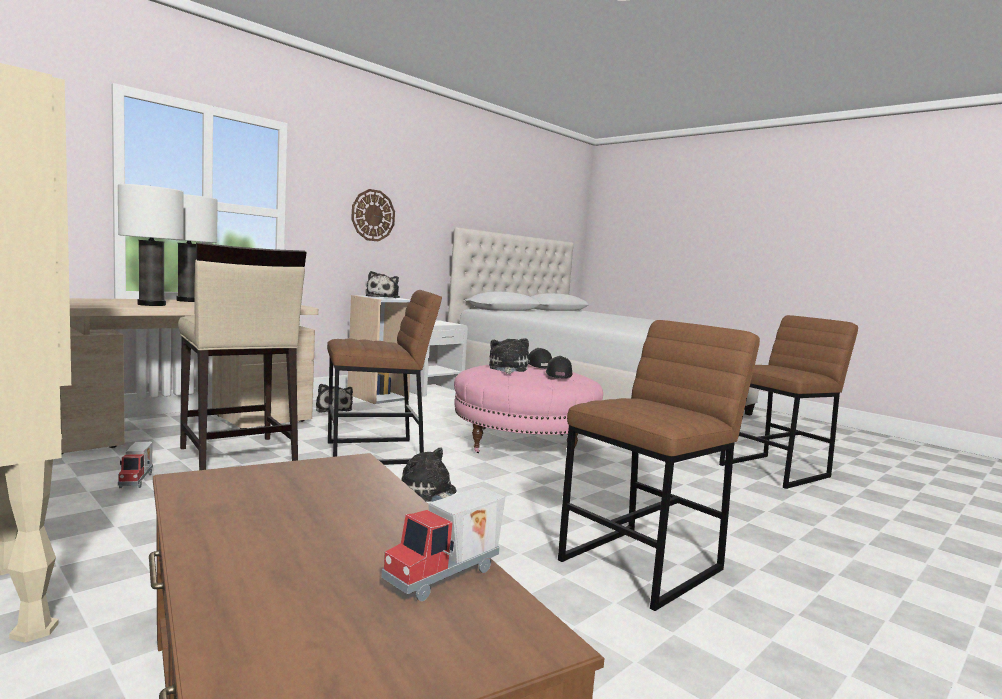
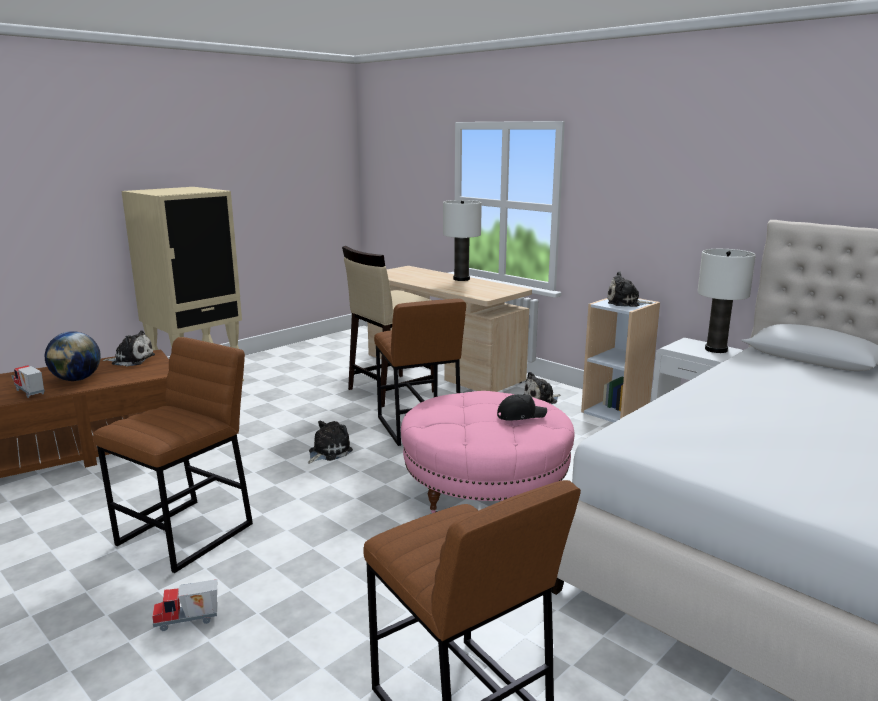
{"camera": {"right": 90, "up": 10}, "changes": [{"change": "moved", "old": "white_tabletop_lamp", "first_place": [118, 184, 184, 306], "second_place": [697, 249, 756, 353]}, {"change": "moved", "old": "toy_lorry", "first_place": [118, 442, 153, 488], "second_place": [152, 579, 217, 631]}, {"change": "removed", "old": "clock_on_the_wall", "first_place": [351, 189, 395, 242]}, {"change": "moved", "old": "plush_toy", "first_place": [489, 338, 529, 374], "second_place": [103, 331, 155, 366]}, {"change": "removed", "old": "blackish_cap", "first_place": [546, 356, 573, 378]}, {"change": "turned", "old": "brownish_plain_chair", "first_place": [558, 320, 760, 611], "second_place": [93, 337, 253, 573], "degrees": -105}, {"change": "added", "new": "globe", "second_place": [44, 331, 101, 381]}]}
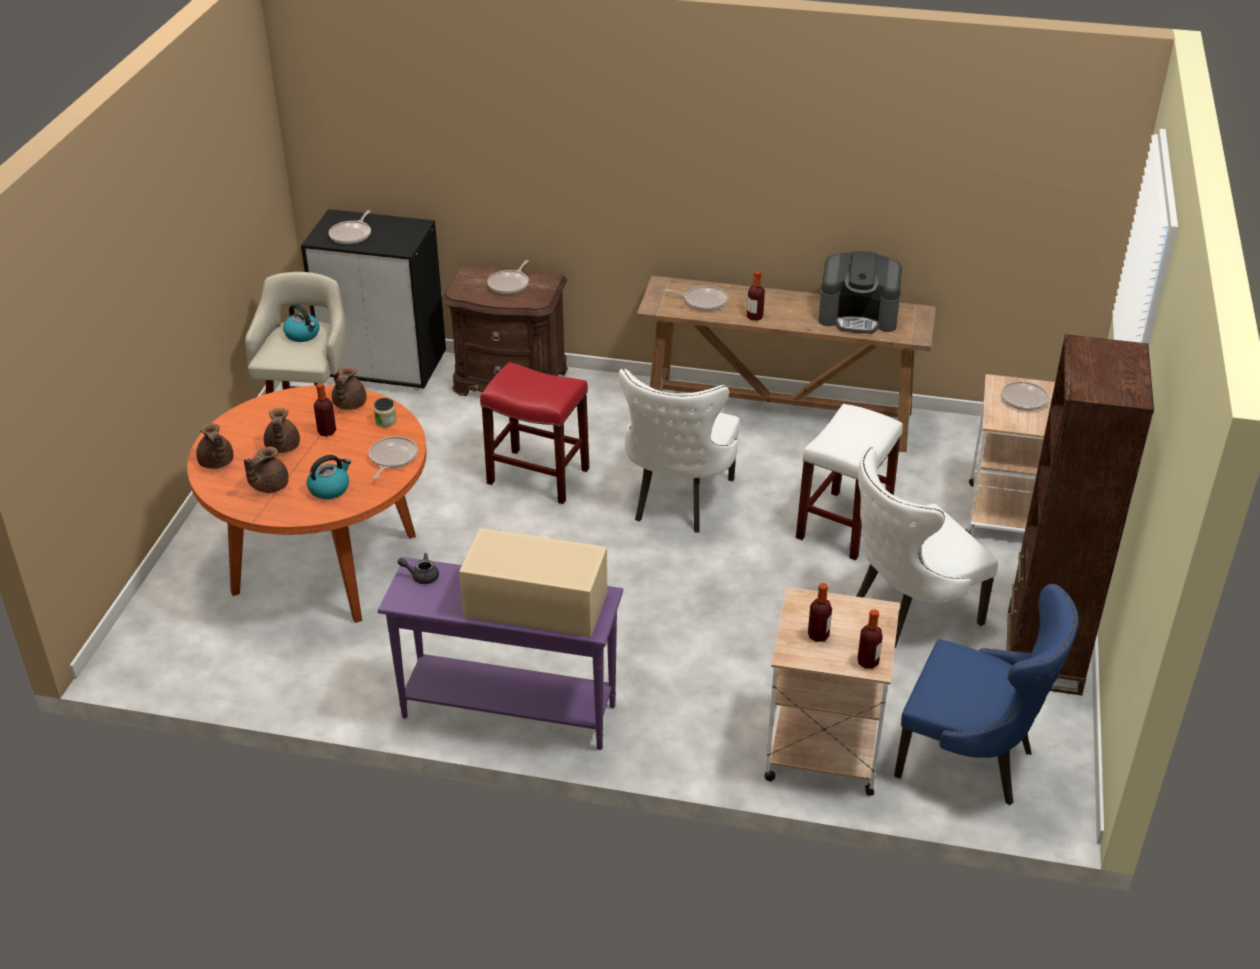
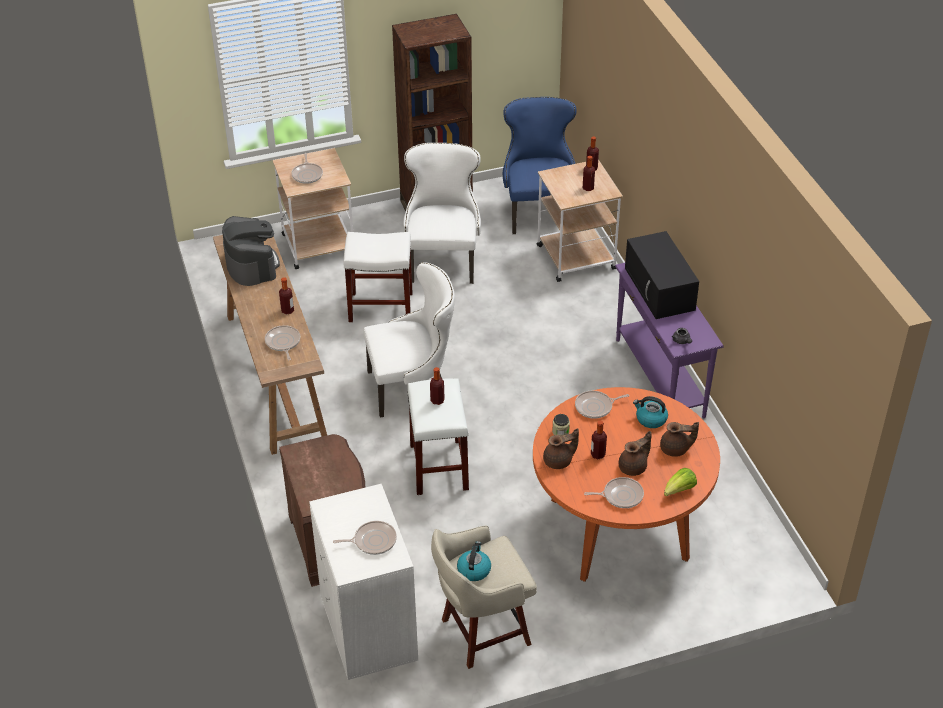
{"camera": {"right": -120, "up": 5}, "changes": [{"change": "replaced", "old": "brownish_teapot", "new": "lettuce_head", "first_place": [196, 423, 234, 469], "second_place": [664, 468, 697, 496]}, {"change": "recoloured", "old": "blackish_cupboard", "new": "white_cupboard", "first_place": [301, 209, 446, 390], "second_place": [309, 484, 418, 680]}, {"change": "recoloured", "old": "beige_microwave_oven", "new": "blackish_microwave_oven", "first_place": [459, 528, 607, 638], "second_place": [625, 231, 699, 319]}, {"change": "recoloured", "old": "red_stool_seat", "new": "white_stool_seat", "first_place": [480, 362, 589, 504], "second_place": [407, 378, 469, 495]}, {"change": "moved", "old": "frying_pan", "first_place": [487, 260, 529, 294], "second_place": [584, 477, 644, 508]}, {"change": "turned", "old": "white_plain_chair", "first_place": [856, 447, 998, 648], "second_place": [403, 143, 481, 284], "degrees": -120}, {"change": "added", "new": "bottle", "second_place": [430, 367, 444, 405]}]}
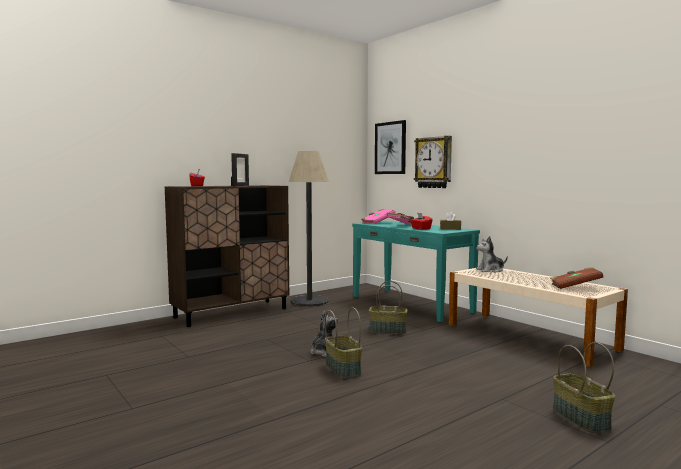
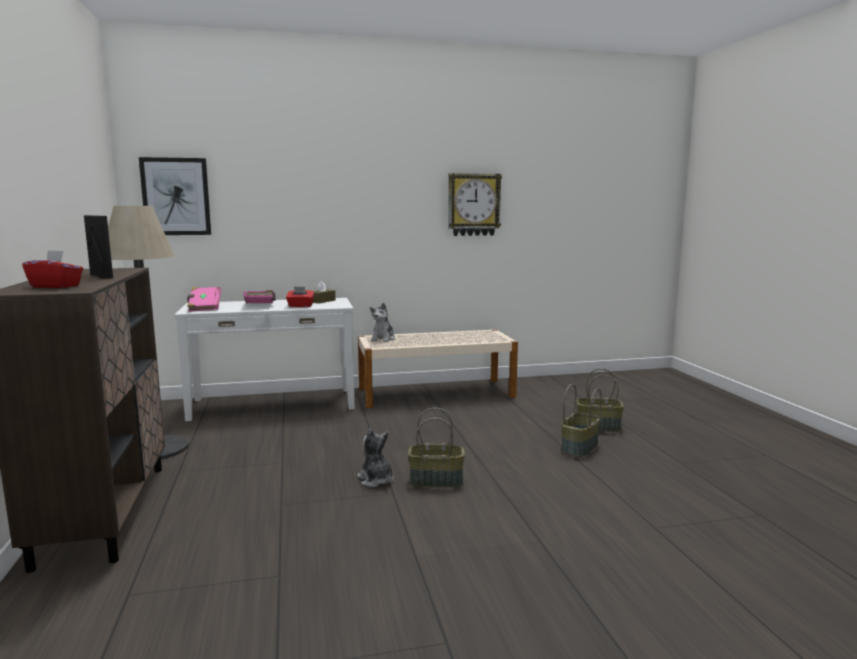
{"camera": {"right": -65, "up": 5}, "changes": [{"change": "recoloured", "old": "blue-green_narrow_table", "new": "white_narrow_table", "first_place": [352, 221, 480, 322], "second_place": [175, 298, 355, 421]}, {"change": "moved", "old": "storage_basket", "first_place": [369, 281, 407, 334], "second_place": [561, 384, 602, 457]}, {"change": "moved", "old": "clock_on_the_wall", "first_place": [414, 136, 452, 188], "second_place": [448, 173, 502, 236]}, {"change": "removed", "old": "brownish_book", "first_place": [550, 267, 603, 289]}]}
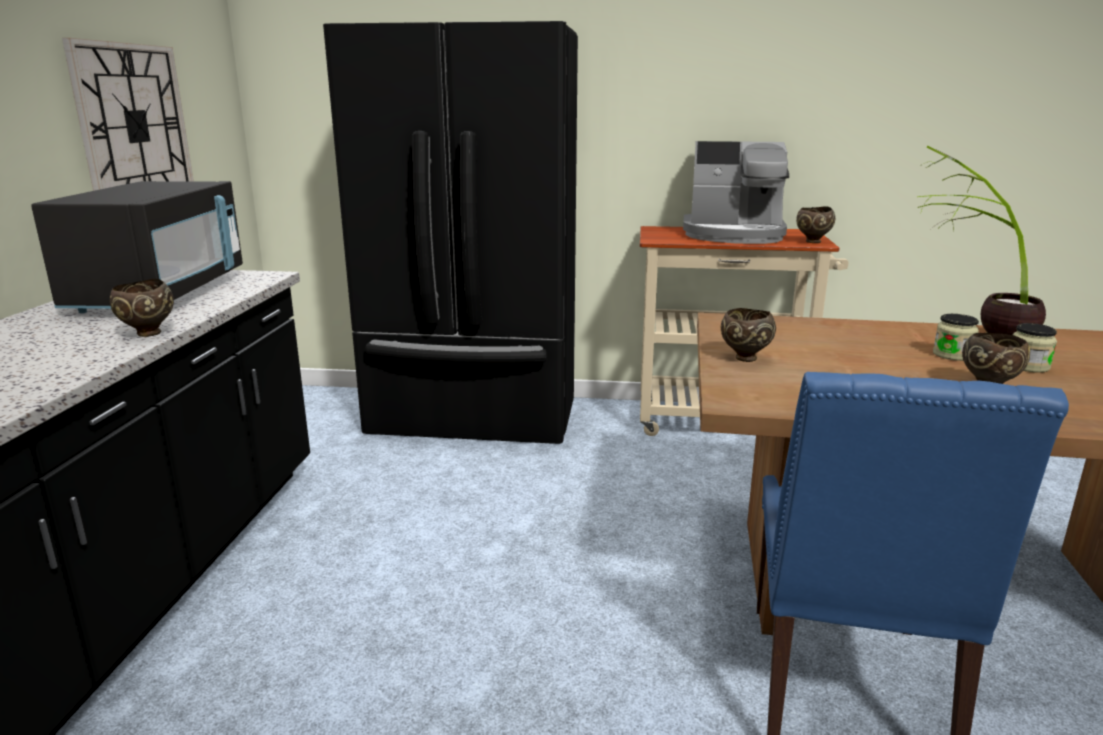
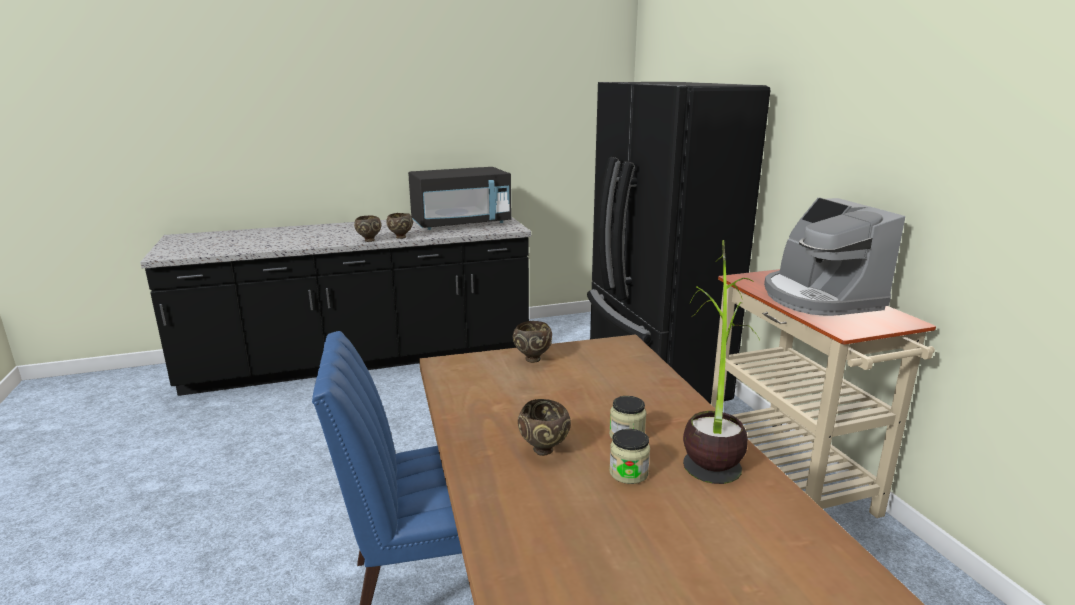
{"camera": {"right": 65, "up": 0}, "changes": [{"change": "removed", "old": "clock_on_the_wall", "first_place": [62, 38, 194, 191]}, {"change": "moved", "old": "brownish_deep_dish", "first_place": [796, 206, 835, 243], "second_place": [354, 215, 381, 242]}]}
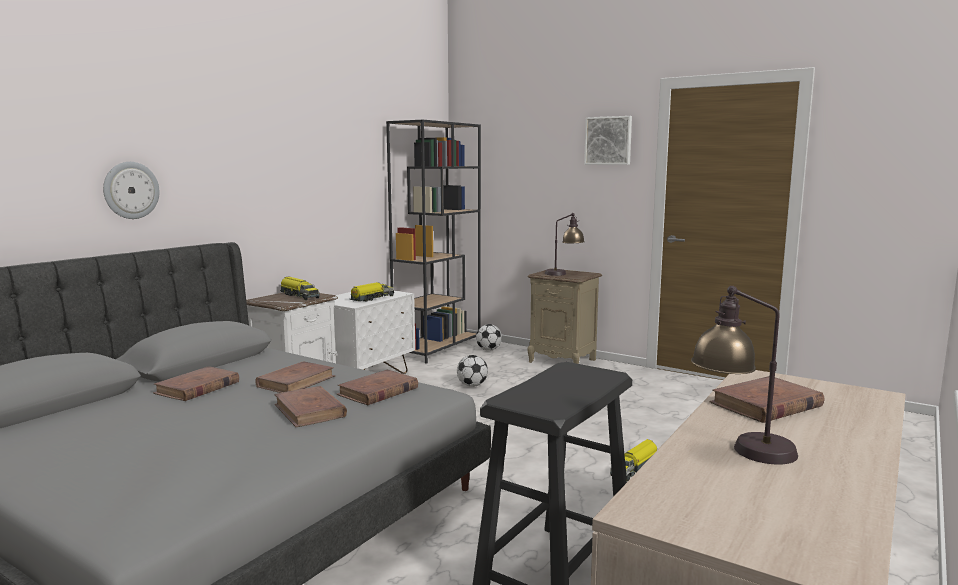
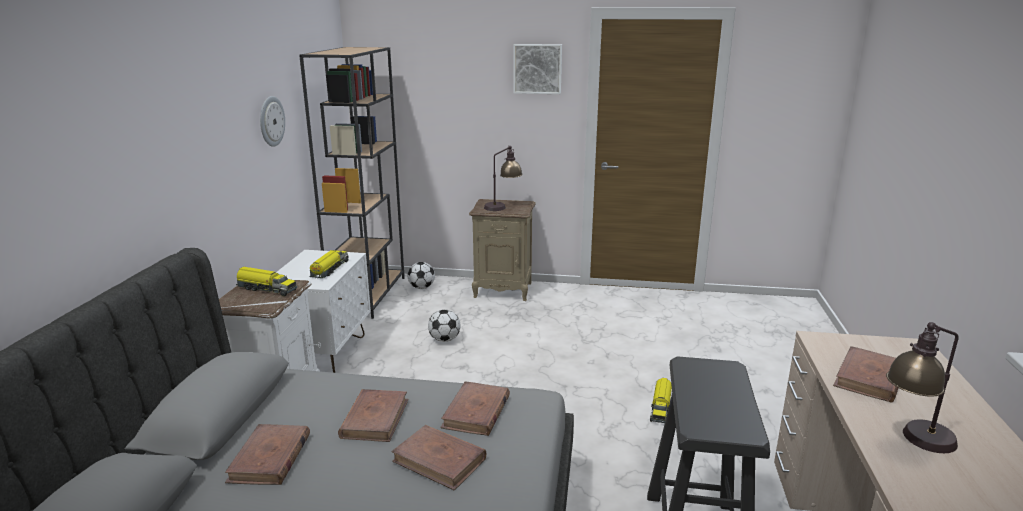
{"camera": {"right": -25, "up": 10}, "changes": [{"change": "moved", "old": "clock_on_the_wall", "first_place": [103, 162, 160, 219], "second_place": [260, 96, 285, 147]}]}
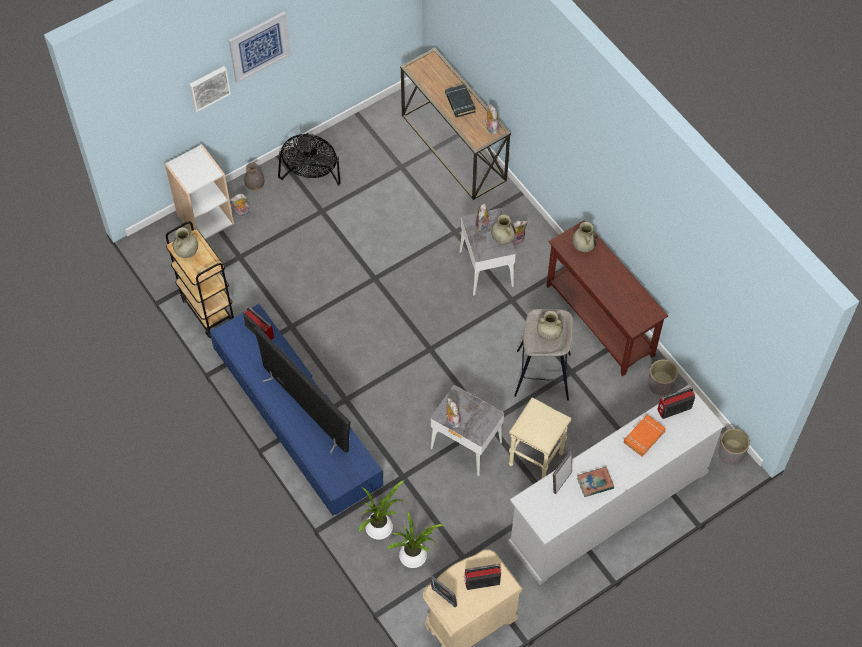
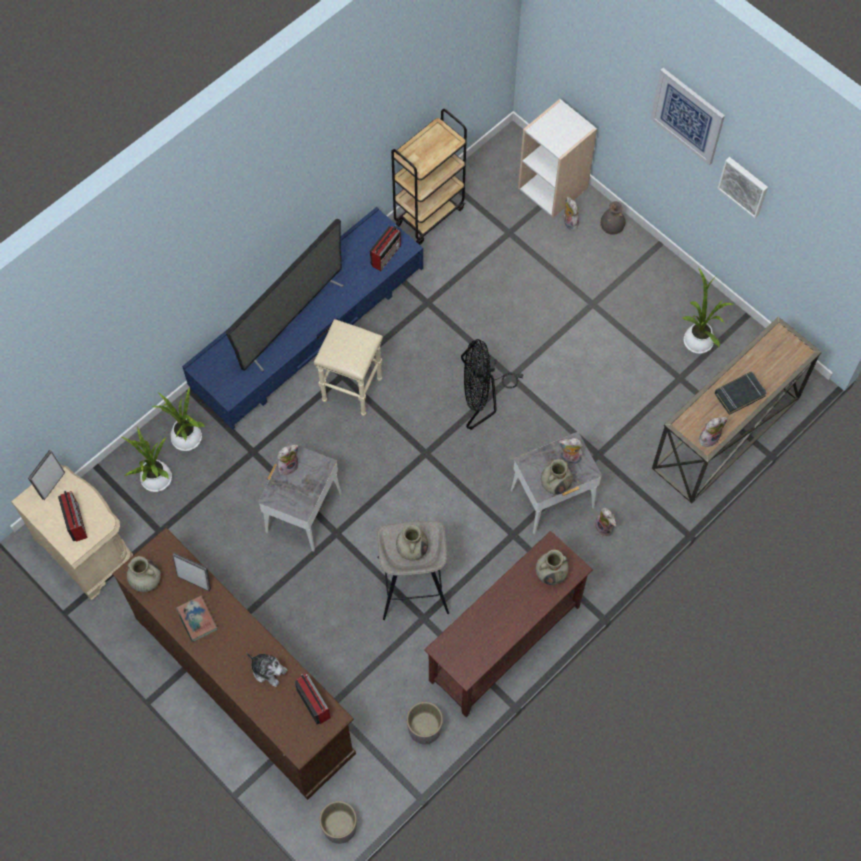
{"camera": {"right": 80, "up": 5}, "changes": [{"change": "moved", "old": "beige_decorative_vase", "first_place": [173, 227, 198, 258], "second_place": [127, 556, 161, 592]}, {"change": "moved", "old": "wall_art", "first_place": [189, 66, 231, 112], "second_place": [717, 157, 768, 218]}, {"change": "moved", "old": "blackish_electric_fan", "first_place": [278, 133, 341, 186], "second_place": [461, 339, 524, 430]}, {"change": "recoloured", "old": "white_cupboard", "new": "brownish_cupboard", "first_place": [508, 384, 725, 585], "second_place": [112, 528, 356, 800]}, {"change": "moved", "old": "beige_stool_seat", "first_place": [509, 398, 571, 479], "second_place": [314, 319, 383, 416]}, {"change": "replaced", "old": "orange_book", "new": "plush_toy", "first_place": [624, 415, 666, 457], "second_place": [246, 653, 288, 687]}, {"change": "added", "new": "plant_in_a_pot", "second_place": [682, 267, 733, 354]}]}
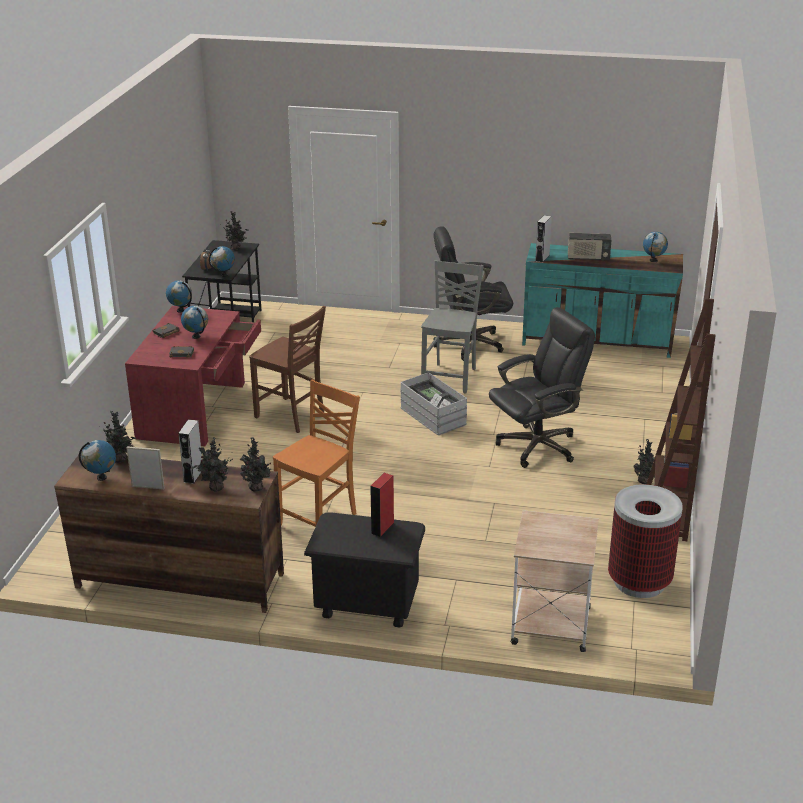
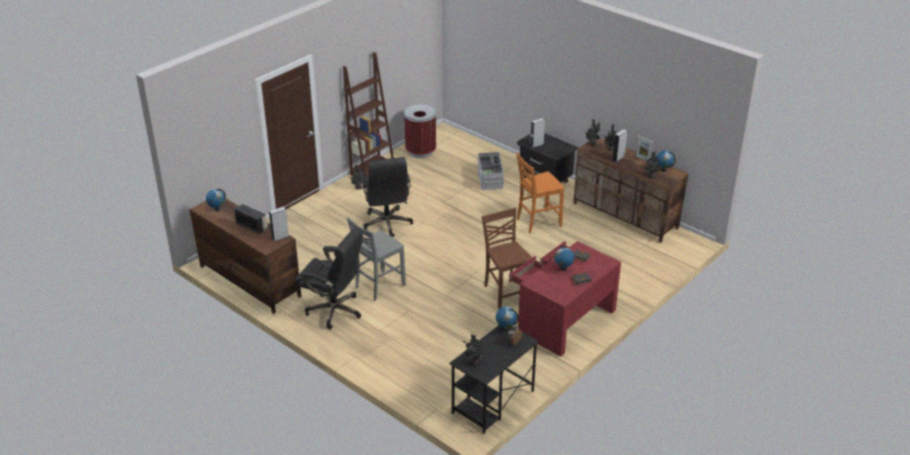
{"camera": {"right": -150, "up": 5}, "changes": [{"change": "removed", "old": "globe", "first_place": [166, 280, 192, 312]}, {"change": "recoloured", "old": "red_speaker", "new": "gray_speaker", "first_place": [370, 473, 394, 537], "second_place": [530, 118, 545, 148]}, {"change": "moved", "old": "gray_storage_box", "first_place": [400, 373, 467, 435], "second_place": [478, 152, 504, 190]}, {"change": "turned", "old": "blackish_computer_chair", "first_place": [489, 307, 595, 468], "second_place": [359, 157, 413, 237], "degrees": -105}, {"change": "removed", "old": "beige_wheeled_cart", "first_place": [510, 510, 599, 652]}, {"change": "recoloured", "old": "blue-green_cupboard", "new": "brownish_cupboard", "first_place": [522, 243, 683, 358], "second_place": [189, 198, 301, 314]}]}
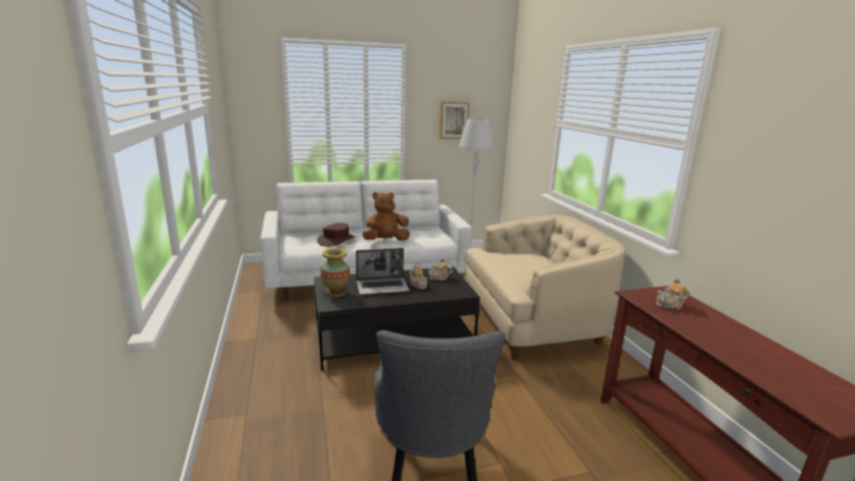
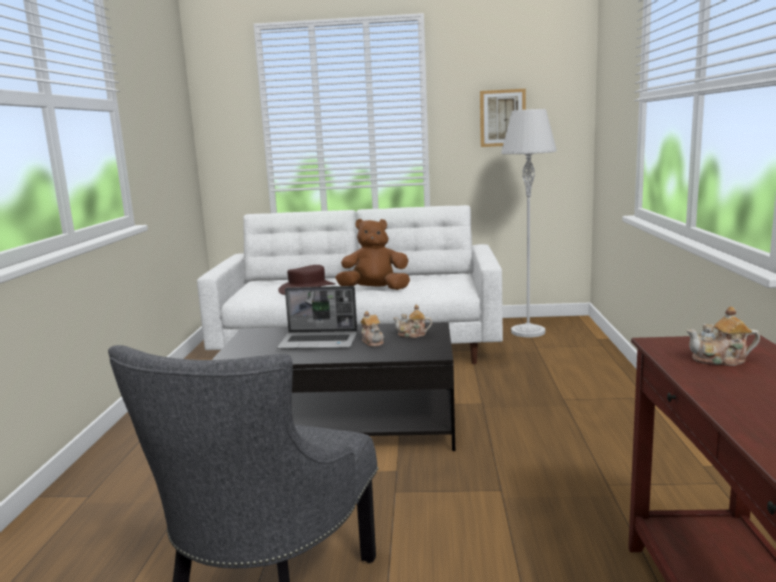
{"camera": {"right": 20, "up": -5}, "changes": [{"change": "removed", "old": "decorative_vase", "first_place": [320, 248, 350, 297]}, {"change": "removed", "old": "beige_armchair", "first_place": [464, 215, 625, 360]}]}
